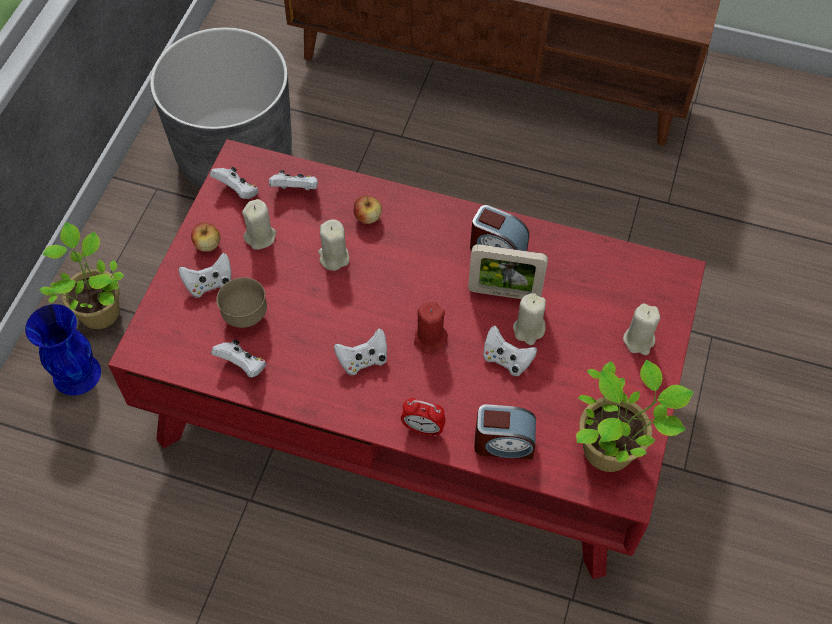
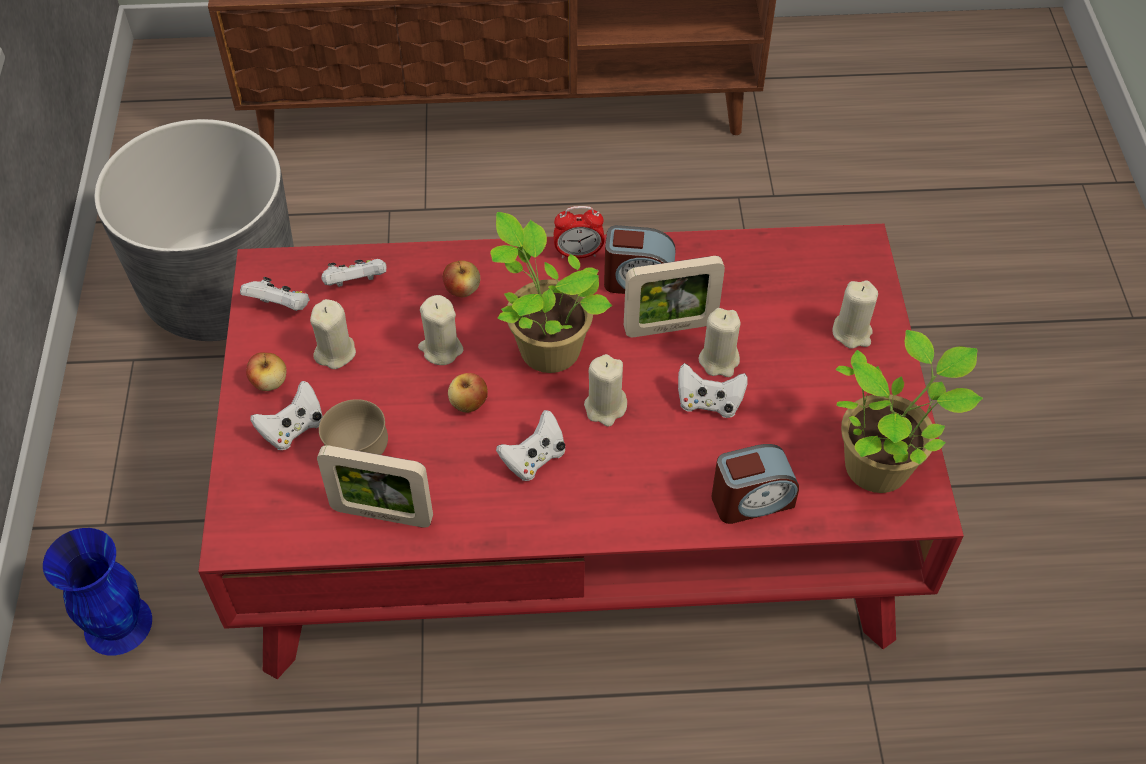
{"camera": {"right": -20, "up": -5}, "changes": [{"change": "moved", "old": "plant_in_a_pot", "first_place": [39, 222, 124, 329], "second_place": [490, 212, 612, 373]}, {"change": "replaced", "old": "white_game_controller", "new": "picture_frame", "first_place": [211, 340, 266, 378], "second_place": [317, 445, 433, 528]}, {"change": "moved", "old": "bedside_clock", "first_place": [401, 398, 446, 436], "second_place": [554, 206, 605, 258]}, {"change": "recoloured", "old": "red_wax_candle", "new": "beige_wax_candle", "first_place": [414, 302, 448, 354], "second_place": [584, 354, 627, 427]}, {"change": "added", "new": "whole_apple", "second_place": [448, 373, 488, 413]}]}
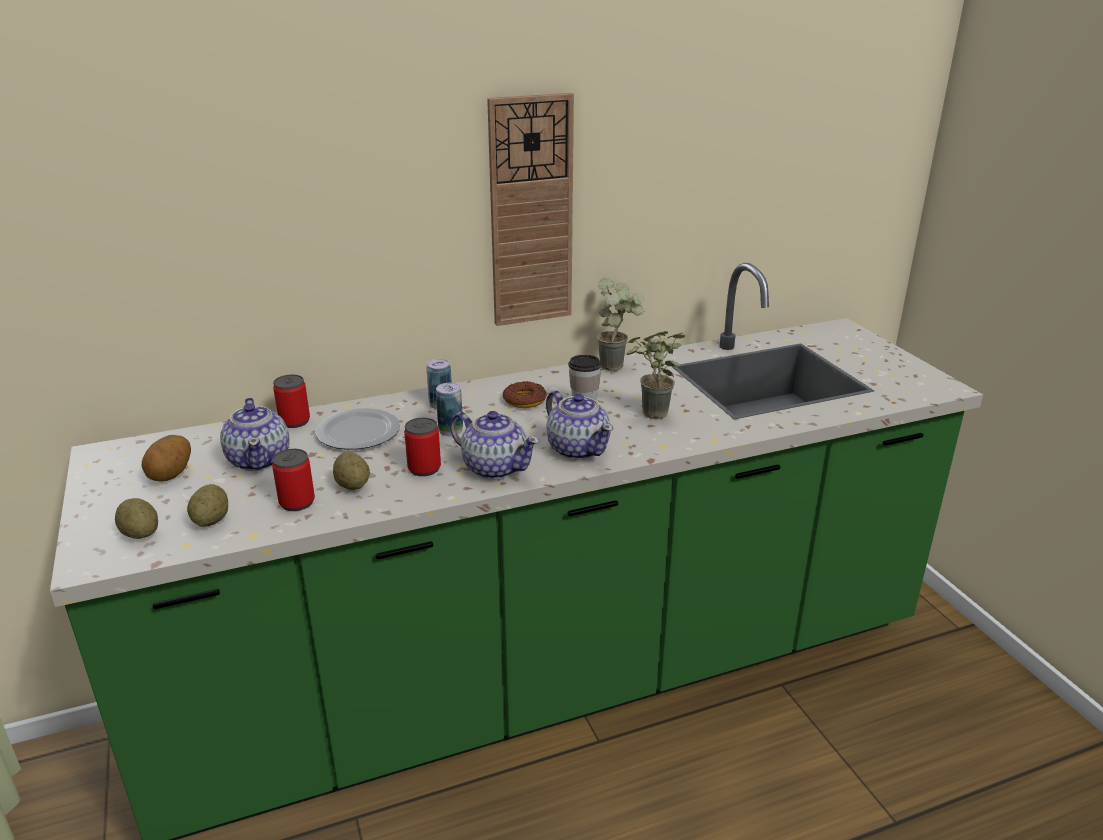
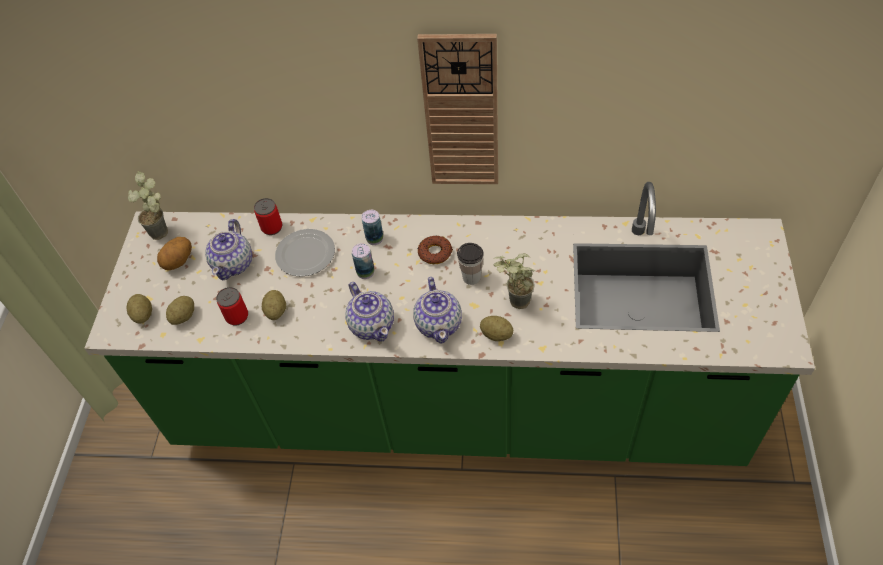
{"camera": {"right": 30, "up": 25}, "changes": [{"change": "removed", "old": "sealed_can", "first_place": [404, 418, 441, 476]}, {"change": "moved", "old": "plant_in_a_pot", "first_place": [597, 277, 644, 371], "second_place": [128, 171, 168, 240]}, {"change": "added", "new": "spud", "second_place": [480, 316, 513, 341]}]}
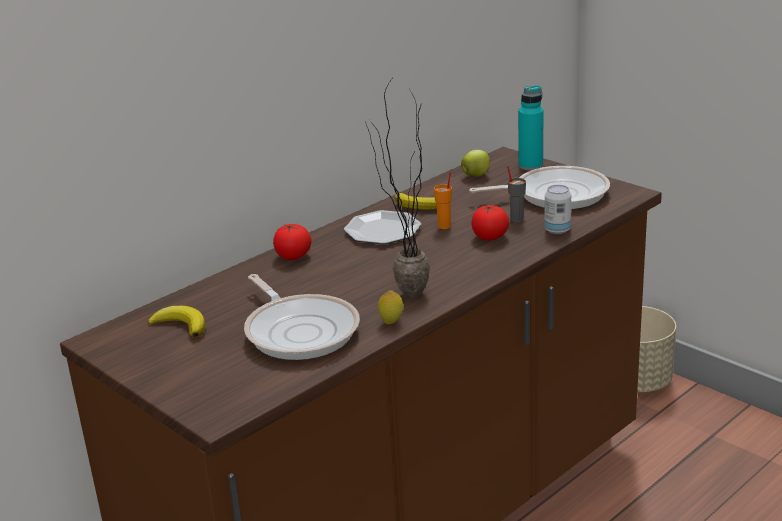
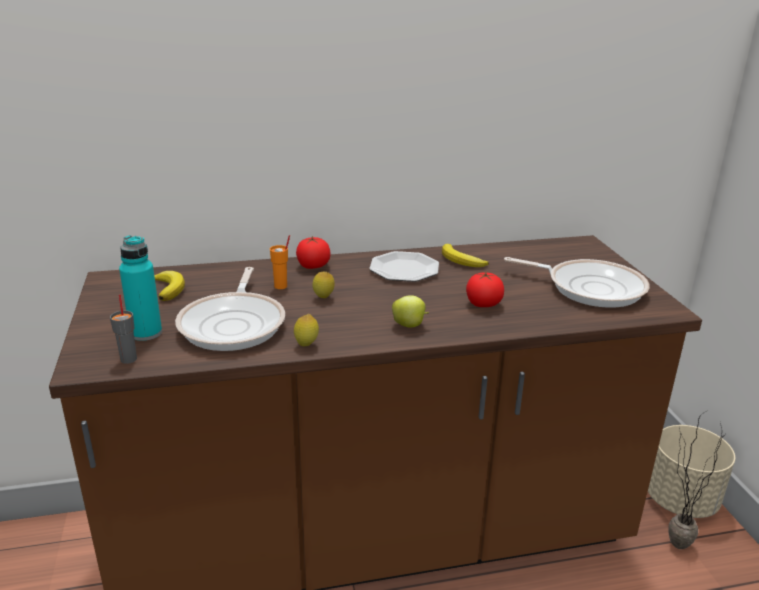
{"camera": {"right": 30, "up": 0}, "changes": [{"change": "moved", "old": "plant_in_a_pot", "first_place": [365, 79, 430, 297], "second_place": [668, 410, 726, 549]}, {"change": "moved", "old": "orange_drinking_cup", "first_place": [434, 172, 452, 229], "second_place": [270, 235, 290, 289]}, {"change": "moved", "old": "whole_apple", "first_place": [461, 150, 490, 177], "second_place": [392, 295, 429, 327]}, {"change": "moved", "old": "gray_drinking_cup", "first_place": [507, 166, 526, 222], "second_place": [110, 295, 137, 364]}, {"change": "moved", "old": "blue-green_bottle", "first_place": [518, 85, 544, 171], "second_place": [119, 235, 162, 341]}, {"change": "removed", "old": "sealed_can", "first_place": [544, 185, 571, 234]}, {"change": "added", "new": "lemon", "second_place": [312, 271, 335, 298]}]}
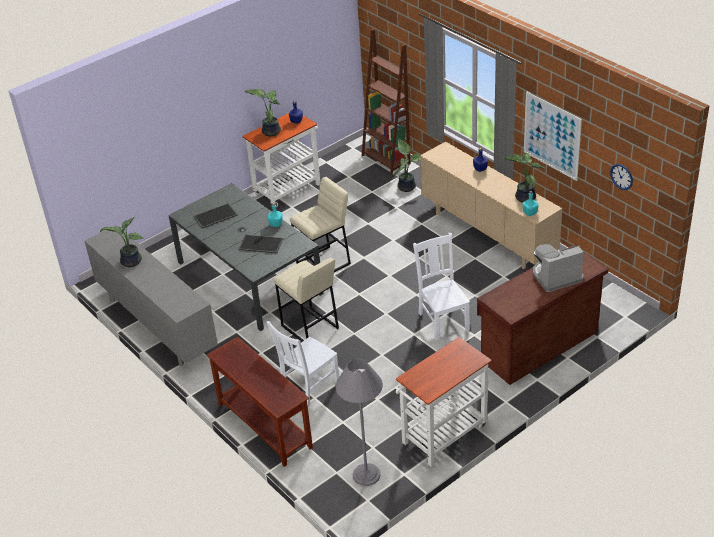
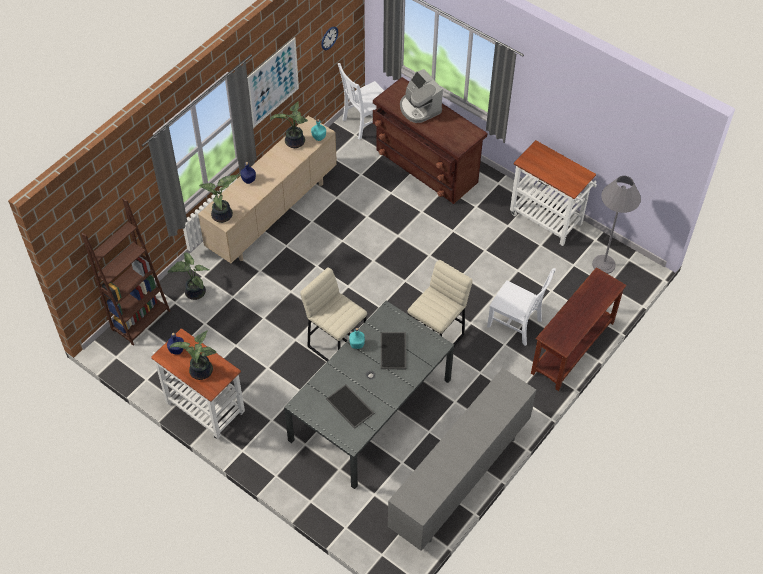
{"camera": {"right": -105, "up": 15}, "changes": [{"change": "moved", "old": "plant_in_a_pot", "first_place": [100, 217, 143, 267], "second_place": [199, 174, 241, 223]}, {"change": "moved", "old": "white_plain_chair", "first_place": [413, 233, 470, 341], "second_place": [338, 63, 384, 140]}]}
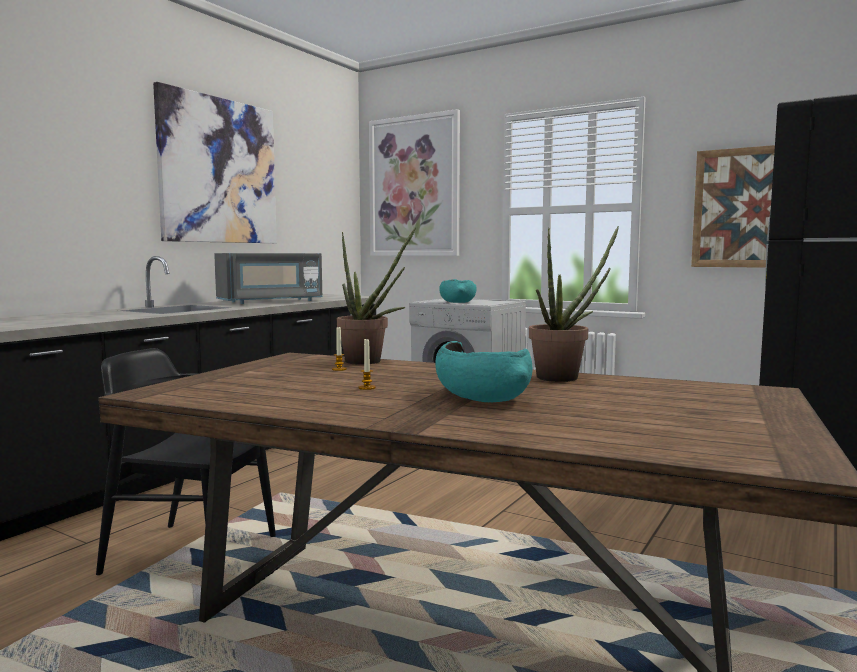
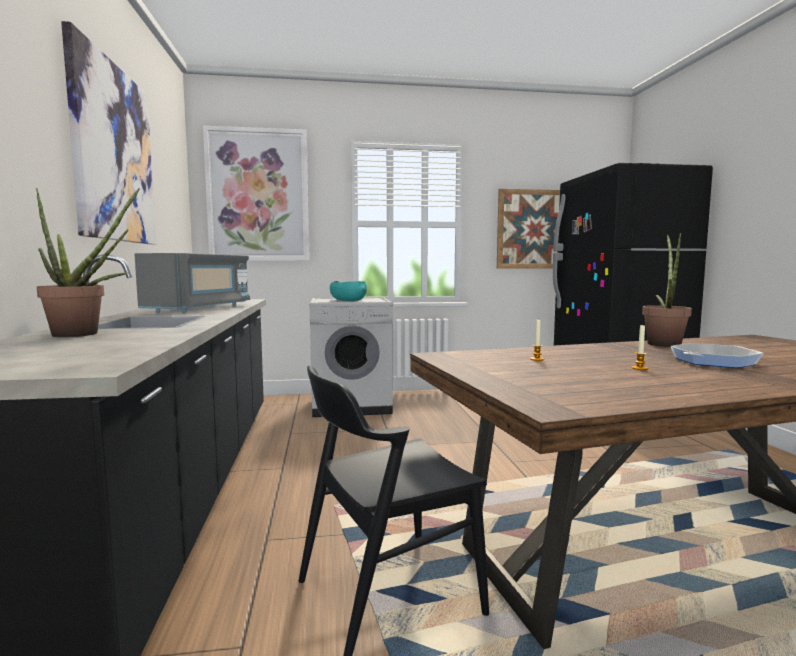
{"camera": {"right": -40, "up": 0}, "changes": [{"change": "moved", "old": "plant_in_a_pot", "first_place": [337, 227, 416, 365], "second_place": [36, 188, 139, 337]}, {"change": "replaced", "old": "blue-green_deep_dish", "new": "frying_pan", "first_place": [435, 341, 532, 402], "second_place": [671, 343, 764, 368]}]}
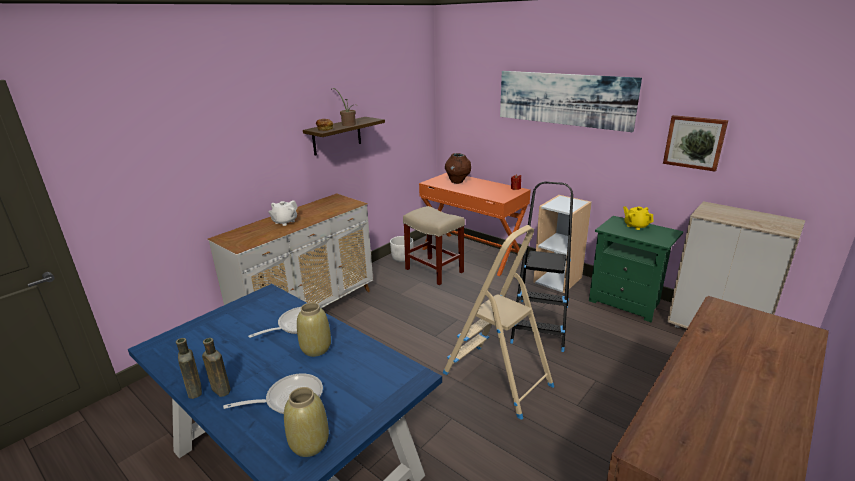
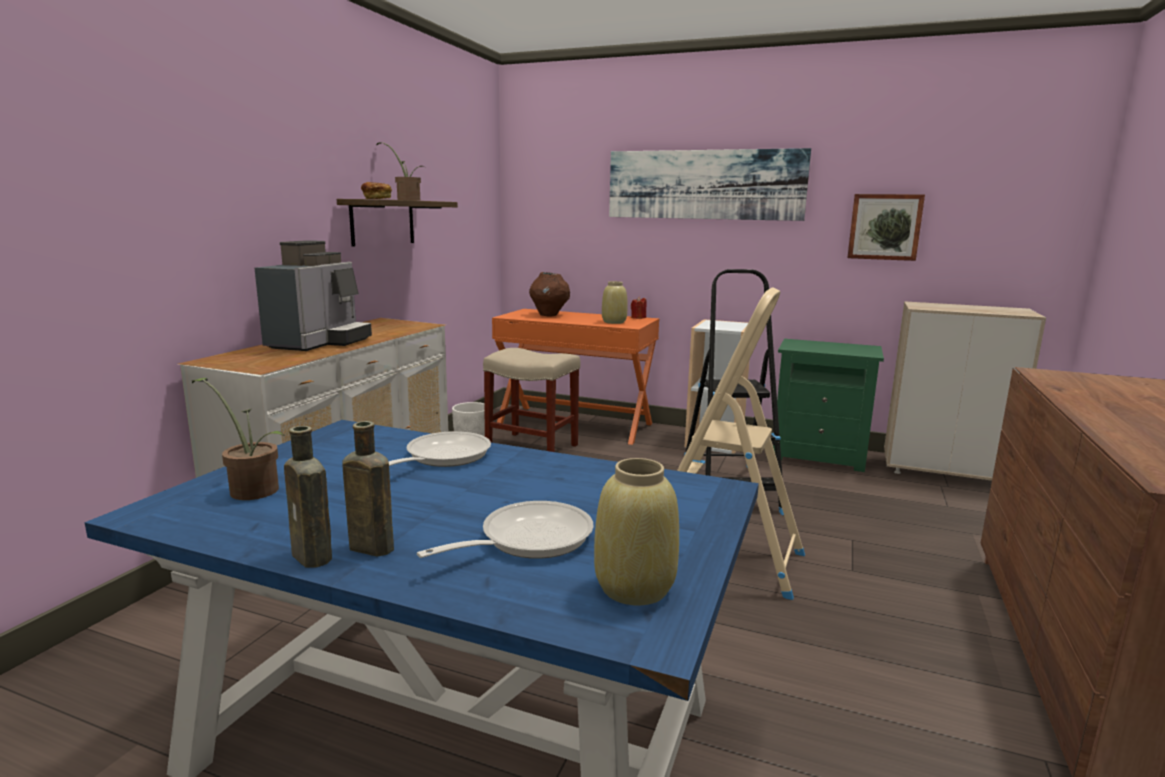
{"camera": {"right": -20, "up": -10}, "changes": [{"change": "replaced", "old": "white_teapot", "new": "coffee_maker", "first_place": [268, 200, 298, 226], "second_place": [255, 240, 372, 351]}, {"change": "moved", "old": "beige_decorative_vase", "first_place": [297, 302, 331, 357], "second_place": [602, 281, 628, 324]}, {"change": "removed", "old": "yellow-coloured_teapot", "first_place": [623, 206, 654, 230]}, {"change": "added", "new": "plant_in_a_pot", "second_place": [192, 378, 285, 500]}]}
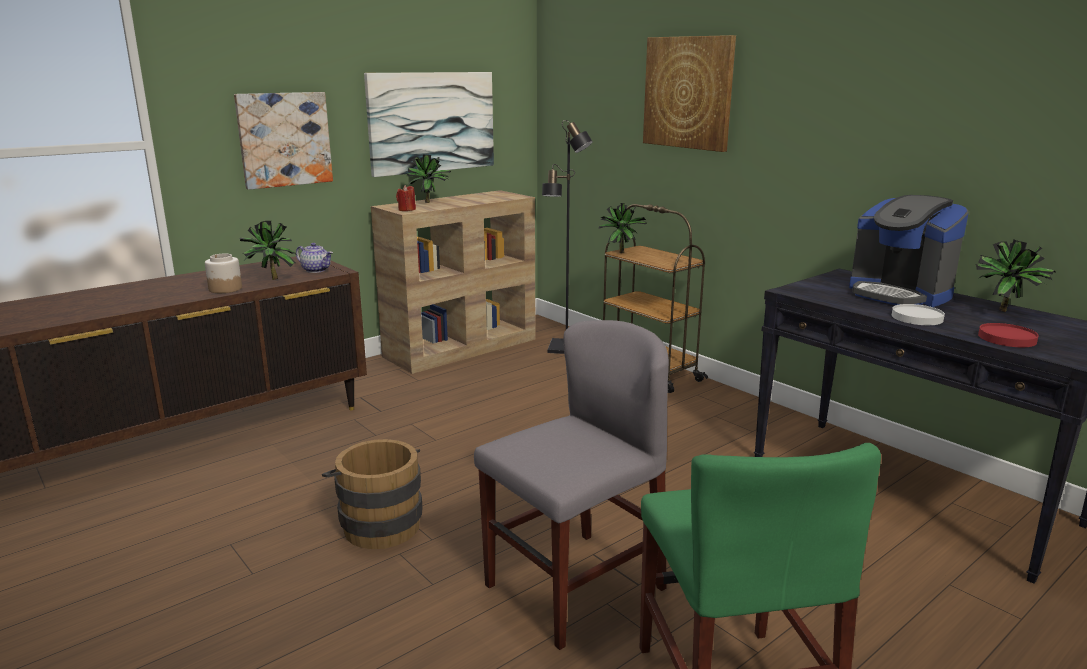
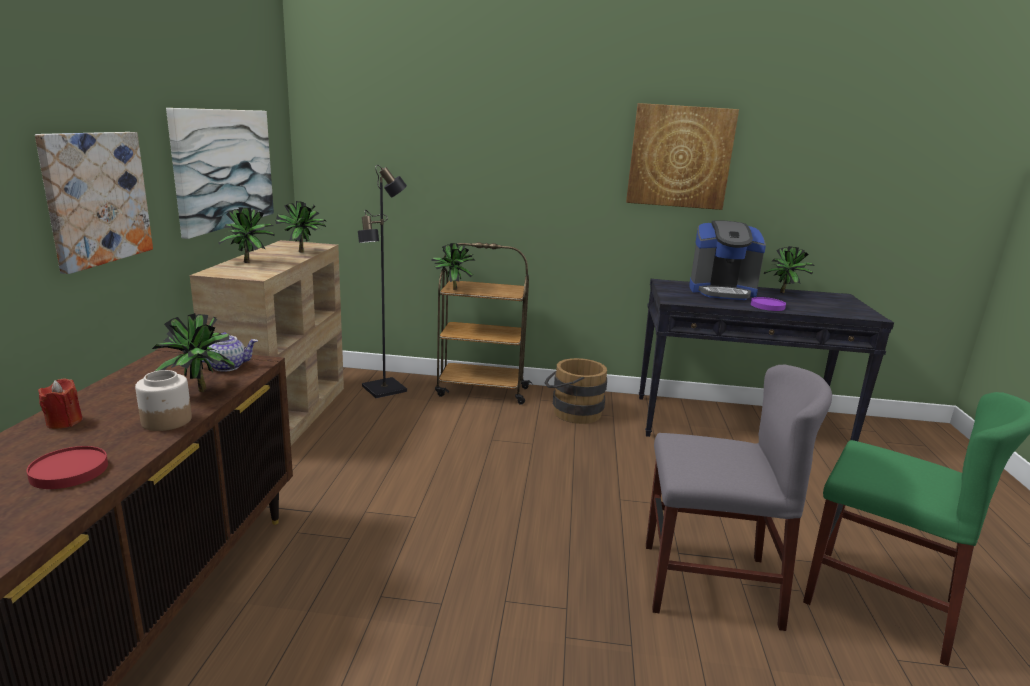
{"camera": {"right": -45, "up": 0}, "changes": [{"change": "moved", "old": "brownish_water_bucket", "first_place": [322, 439, 423, 549], "second_place": [545, 358, 607, 424]}, {"change": "moved", "old": "red_wax_candle", "first_place": [396, 185, 416, 211], "second_place": [38, 378, 83, 429]}, {"change": "turned", "old": "gray_plain_chair", "first_place": [474, 320, 669, 650], "second_place": [646, 365, 832, 631], "degrees": 90}, {"change": "moved", "old": "wall_art", "first_place": [643, 35, 736, 152], "second_place": [626, 103, 739, 210]}, {"change": "recoloured", "old": "white_flat_dish", "new": "purple_flat_dish", "first_place": [892, 304, 945, 325], "second_place": [751, 297, 786, 311]}, {"change": "moved", "old": "red_flat_dish", "first_place": [978, 323, 1039, 347], "second_place": [26, 446, 108, 489]}, {"change": "added", "new": "plant_in_a_pot", "second_place": [275, 201, 326, 253]}]}
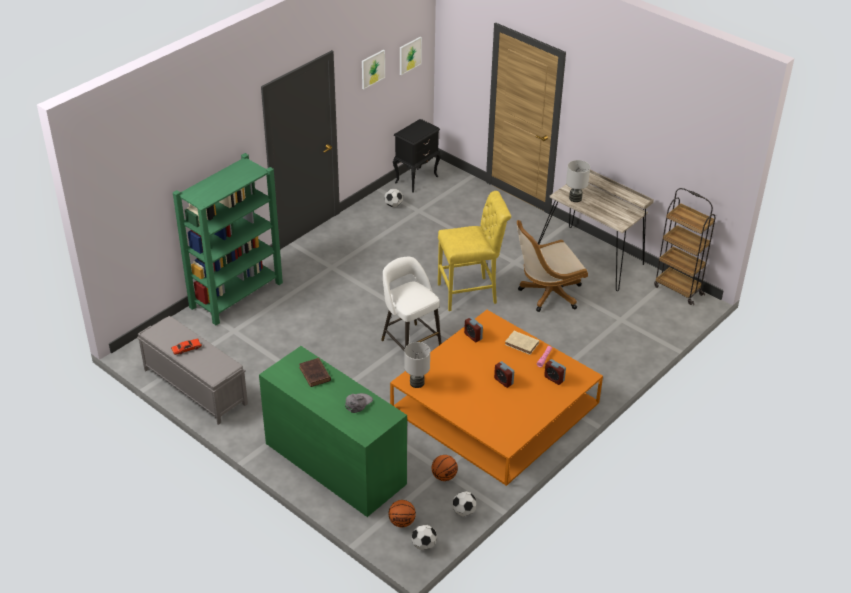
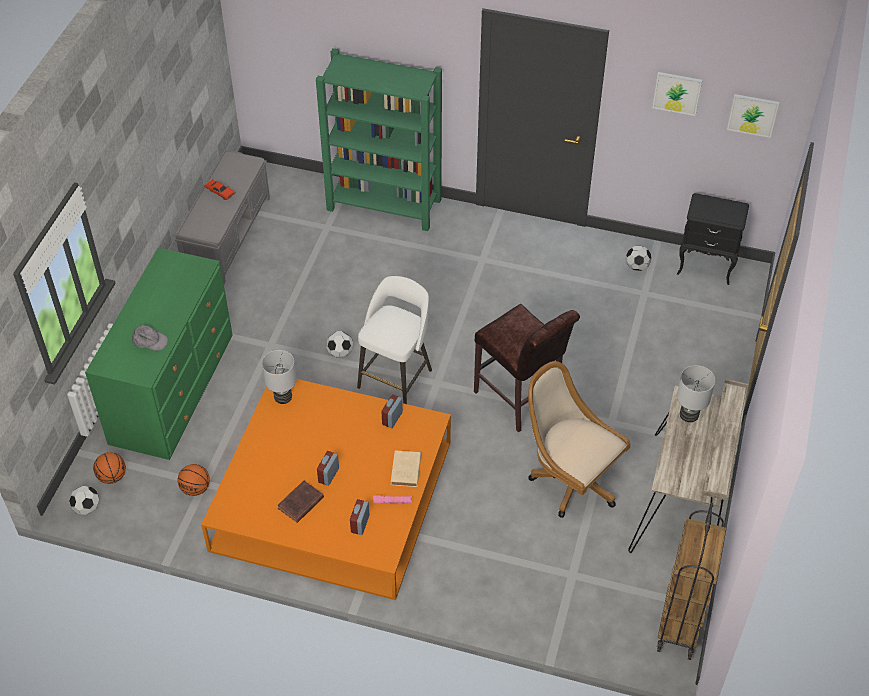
{"camera": {"right": 65, "up": 10}, "changes": [{"change": "moved", "old": "brownish_book", "first_place": [299, 358, 331, 387], "second_place": [277, 480, 324, 523]}, {"change": "recoloured", "old": "yellow-coloured_stool_seat", "new": "brownish_stool_seat", "first_place": [438, 191, 511, 311], "second_place": [474, 304, 580, 432]}, {"change": "moved", "old": "football", "first_place": [453, 491, 476, 516], "second_place": [326, 331, 353, 358]}]}
